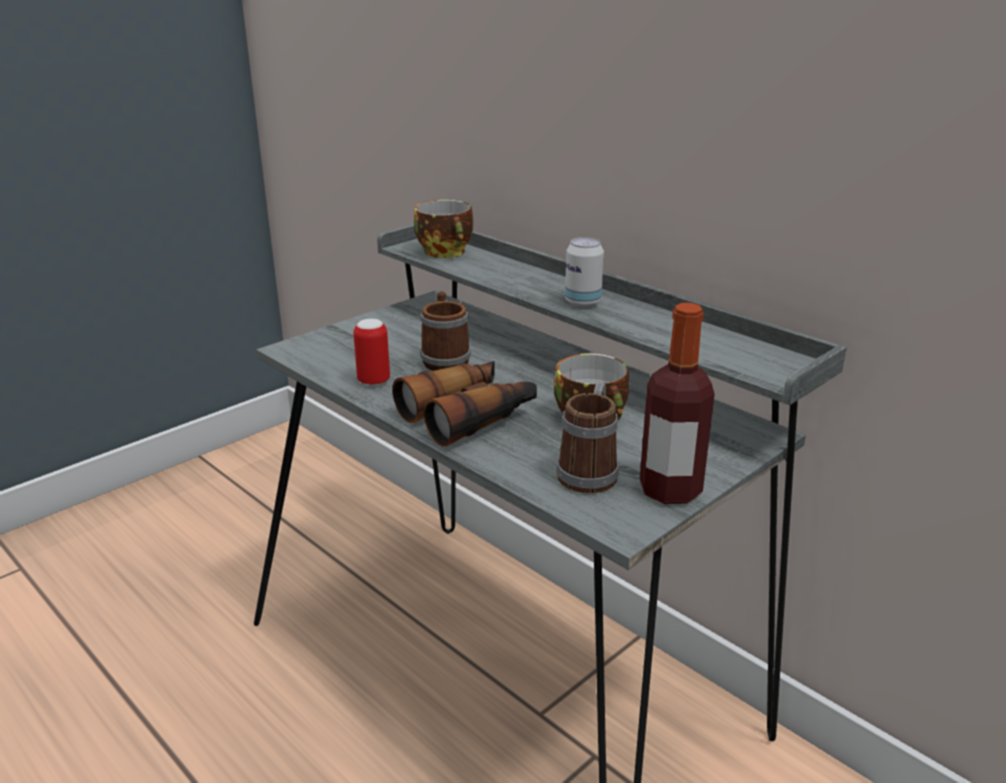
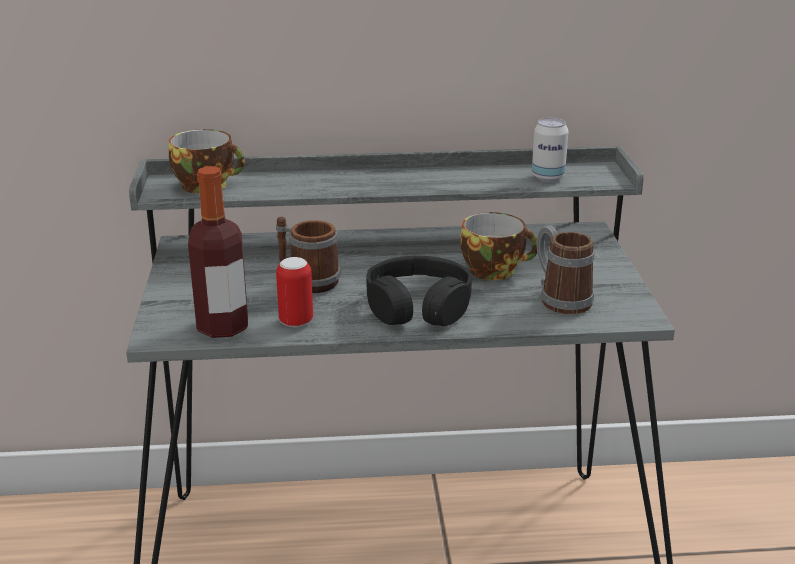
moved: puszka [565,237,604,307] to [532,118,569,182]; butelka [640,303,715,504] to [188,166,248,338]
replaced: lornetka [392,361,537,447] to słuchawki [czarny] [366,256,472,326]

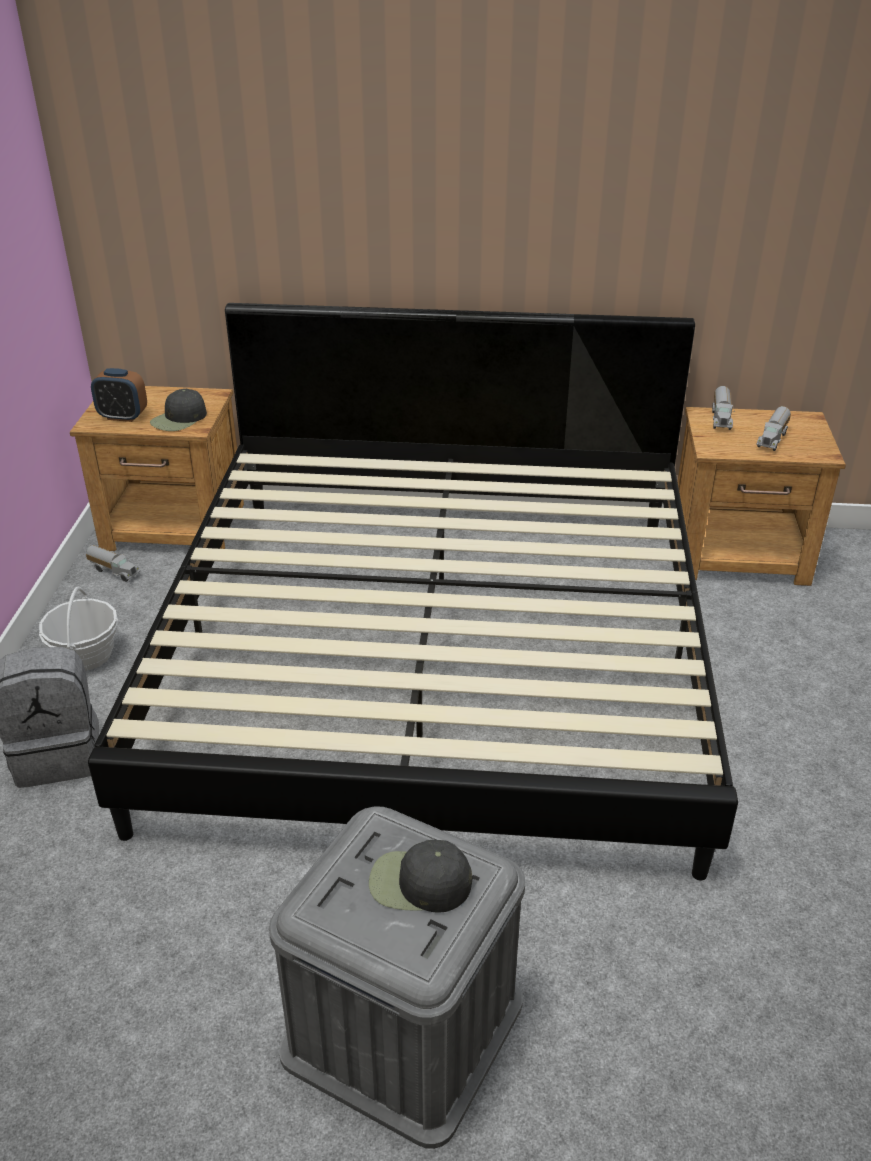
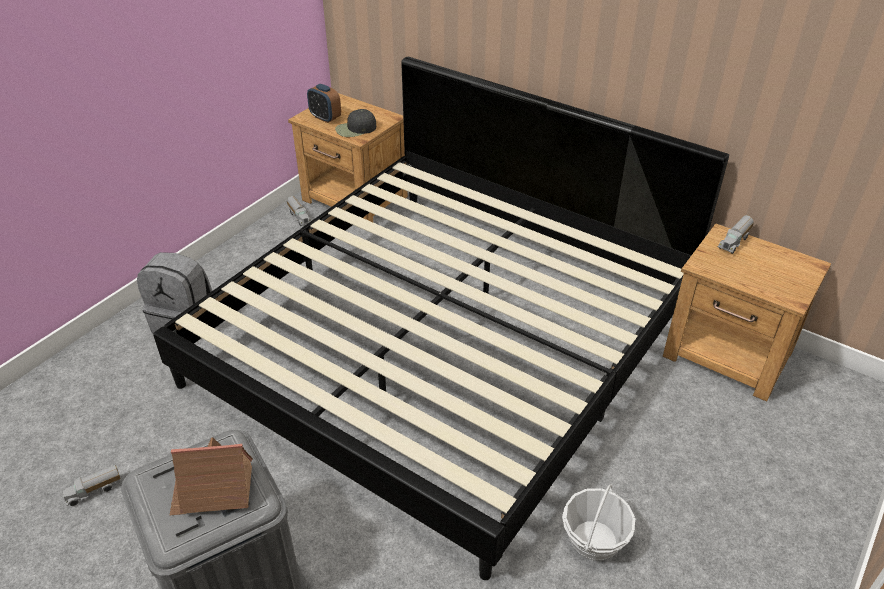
moved: koszyk [39,586,118,671] to [562,484,635,561]; ciężarówka zabawkowa [756,406,791,451] to [62,465,121,506]
replaced: czapka z daszkiem [czarny] [369,840,472,913] to domek [170,437,253,515]

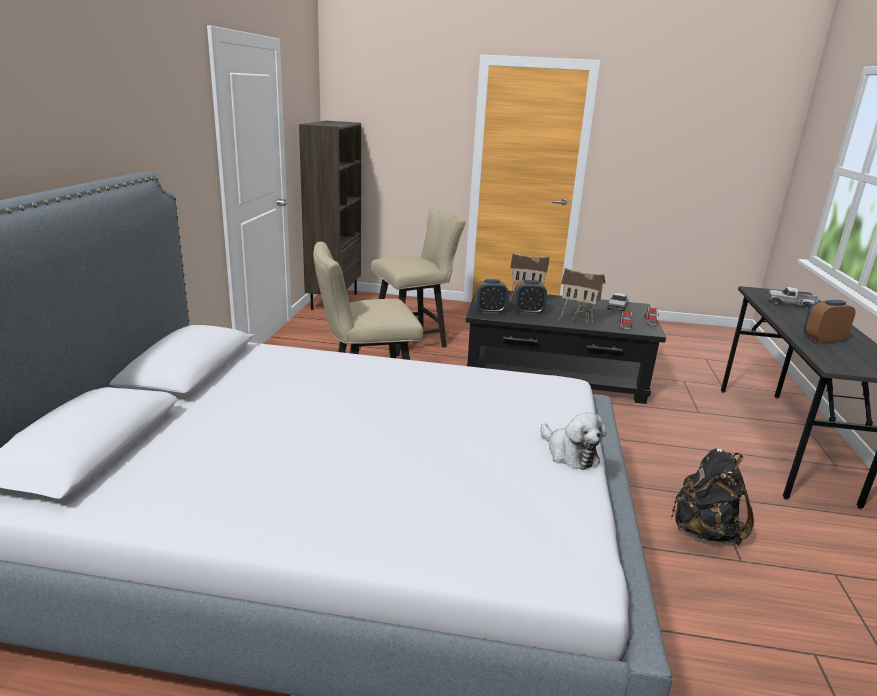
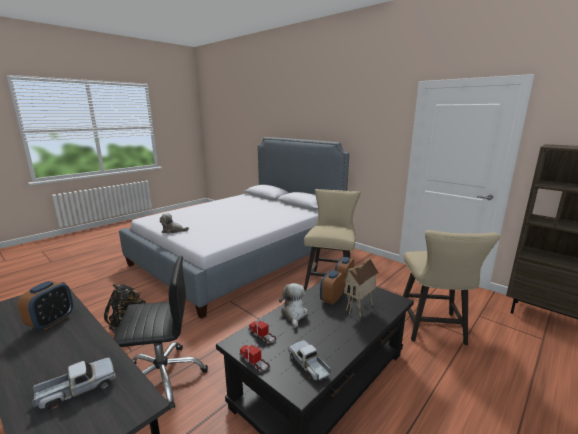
added: krzesło biurowe [czarny] [113,256,208,410]
replaced: domek [559,268,606,326] to pluszak [279,283,308,328]

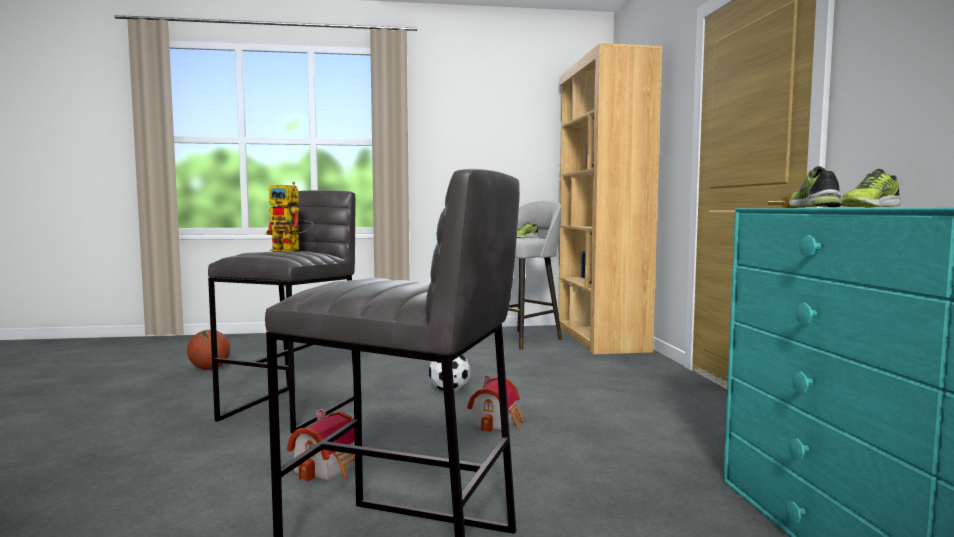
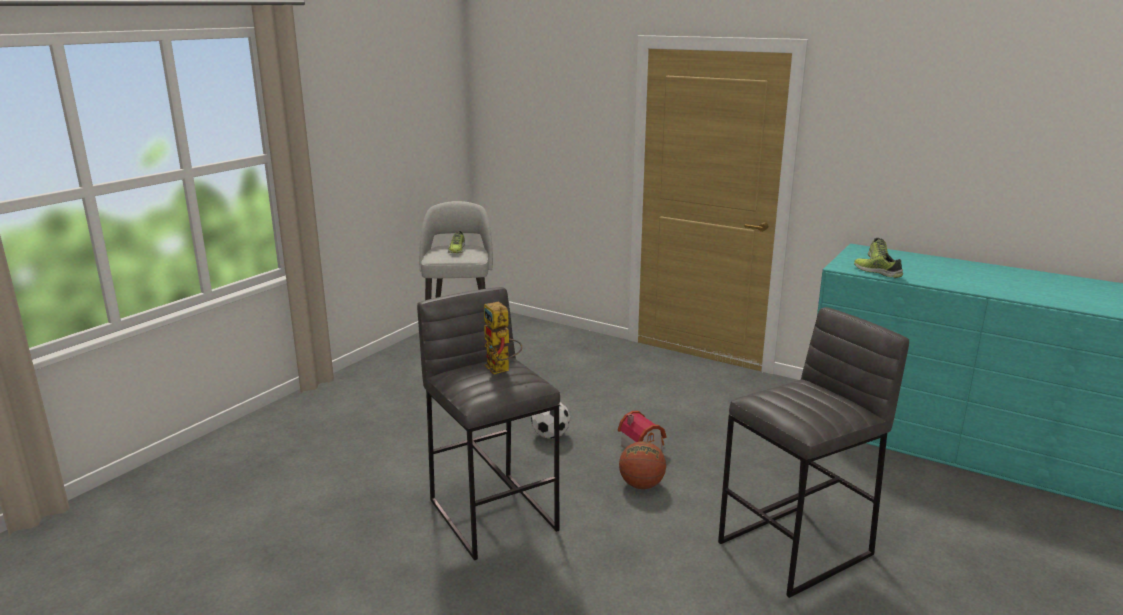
removed: domek [287,409,355,482]; regał [brązowy] [558,43,662,354]
moved: piłka do koszykówki [187,330,230,369] to [619,441,666,489]
turned: robot zabawkowy [266,181,314,252] = [484,302,522,374] 90 degrees clockwise

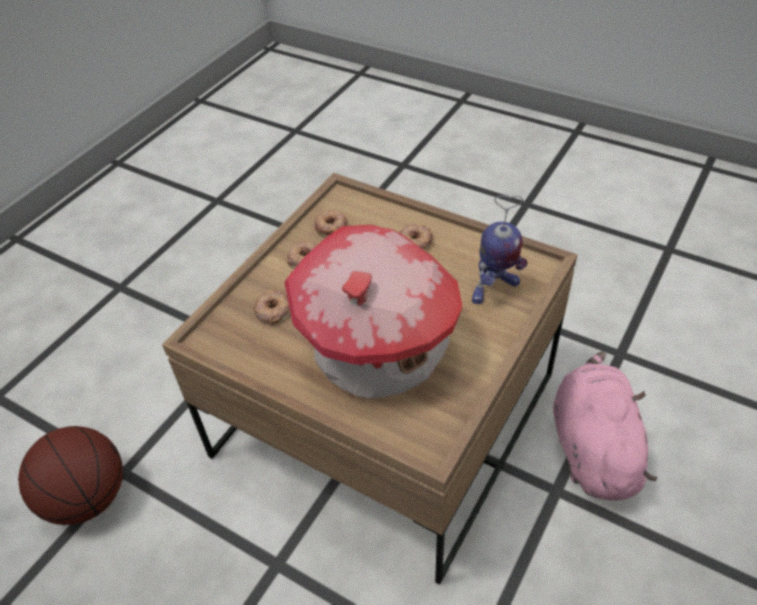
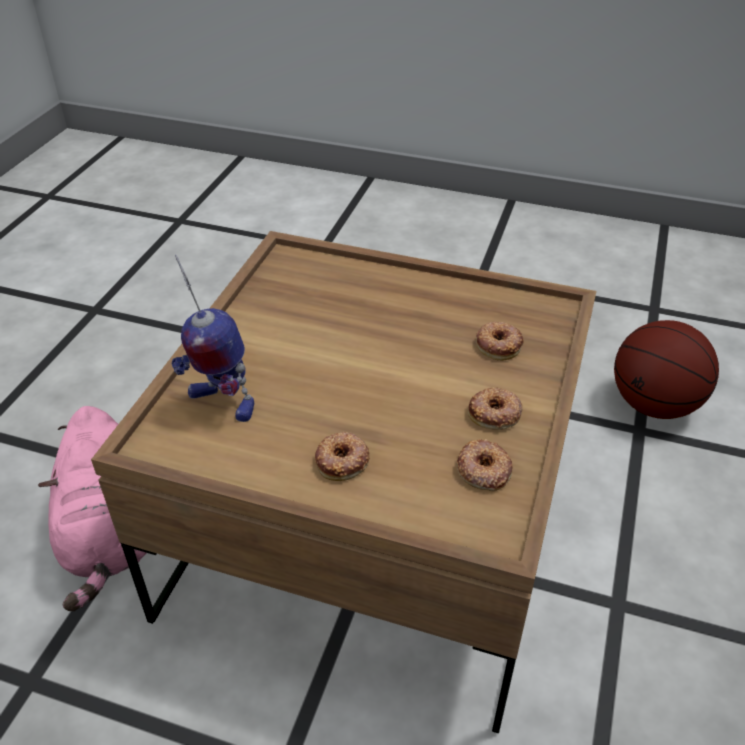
removed: domek [284,225,463,398]
turned: robot zabawkowy [472,195,527,304] = [172,255,254,422] 105 degrees counterclockwise

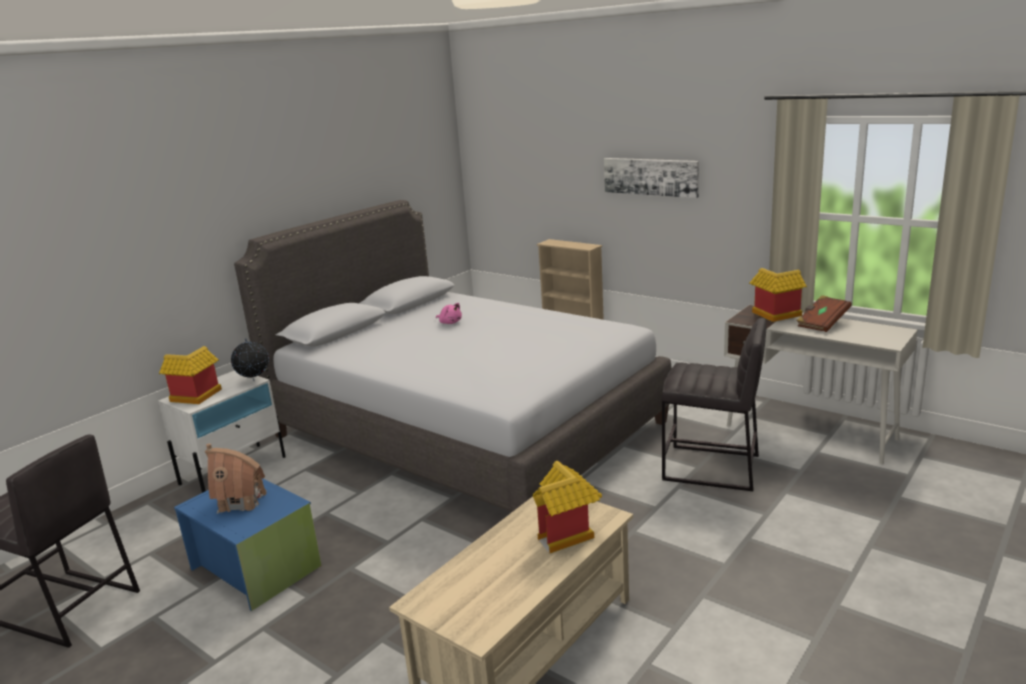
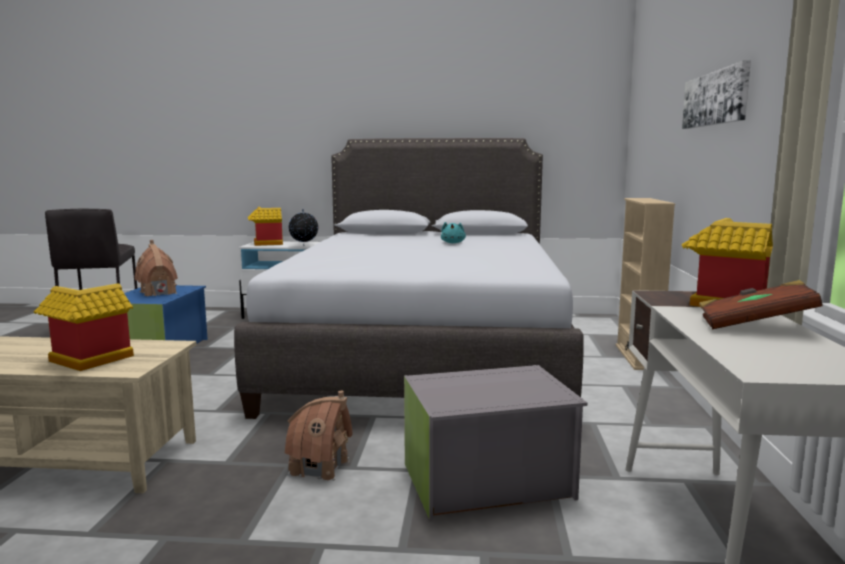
added: domek [285,391,353,483]
replaced: stołek [szary] [662,318,766,491] to pojemnik do przechowywania [szary] [404,365,587,520]
recoloured: pluszak [różowy] [436,303,462,324] to pluszak [turkusowy] [441,222,466,243]

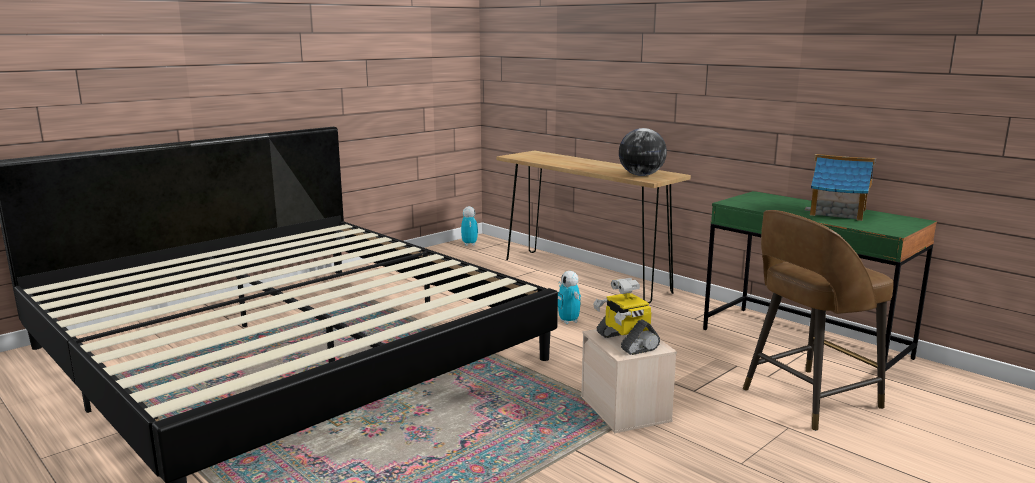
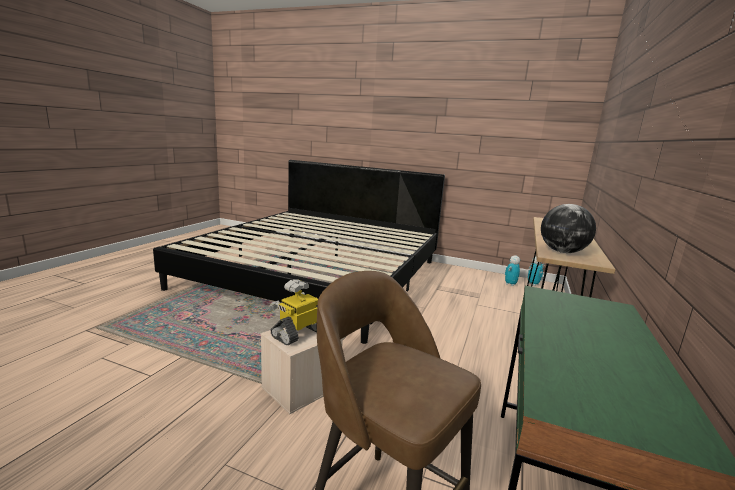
removed: domek [804,154,876,221]
moved: robot zabawkowy [558,271,581,324] to [505,255,520,286]

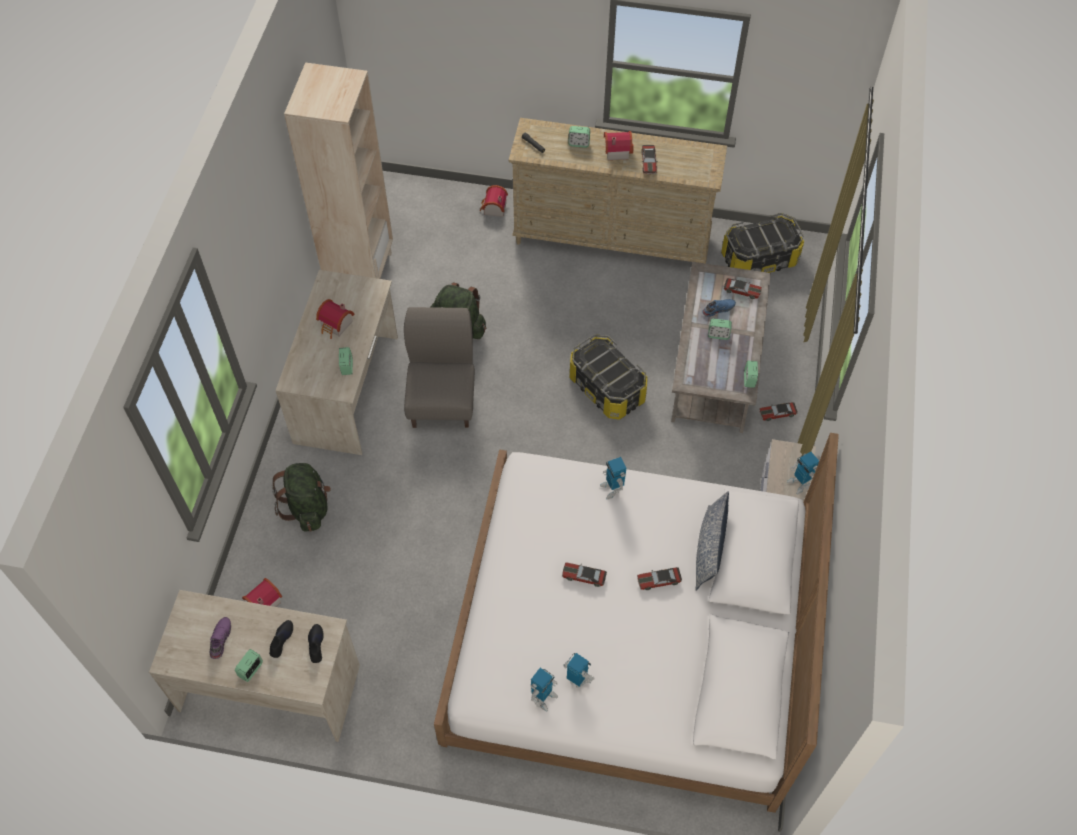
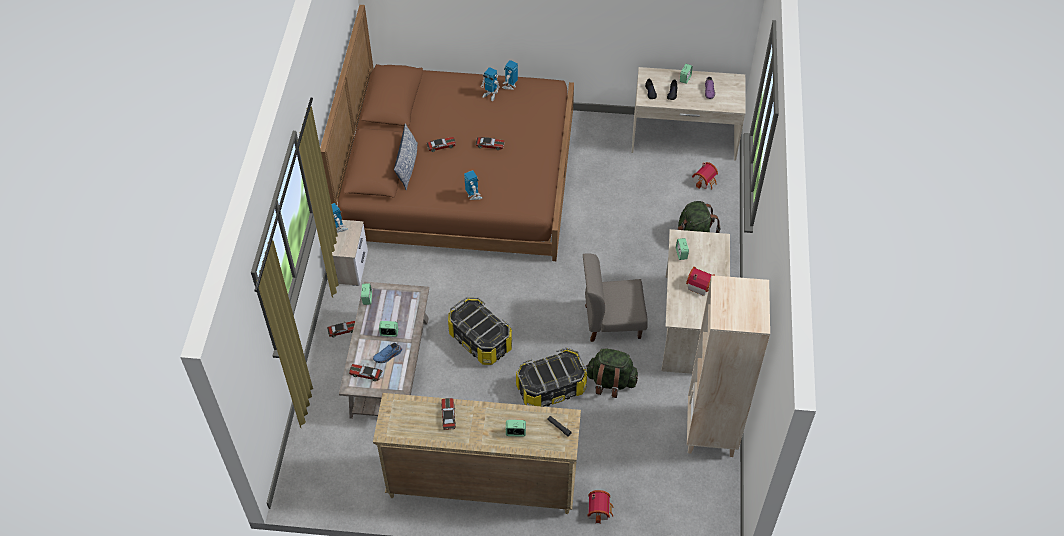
removed: domek [604,131,634,160]
moved: pojemnik do przechowywania [721,213,804,273] to [516,348,587,407]
recoloured: łóżko [biały] [434,433,839,813] to łóżko [brązowy] [320,5,574,261]
turned: krzesło [szary] [404,307,475,428] = [583,253,648,342] 90 degrees clockwise

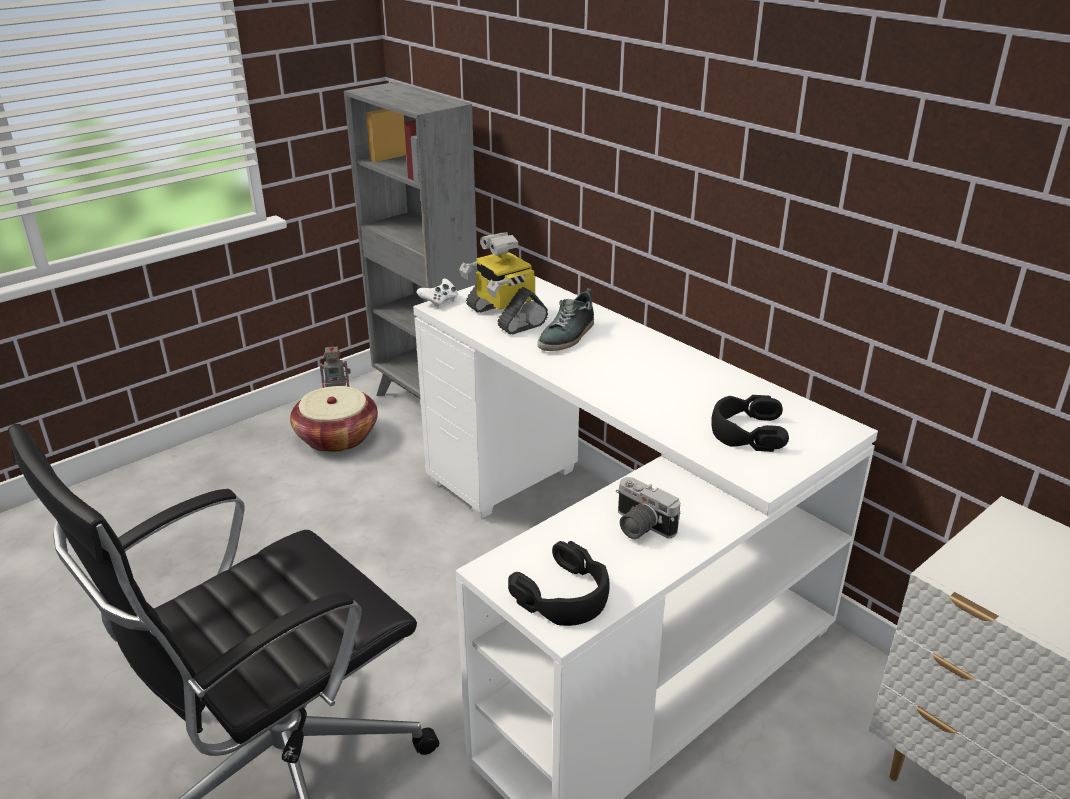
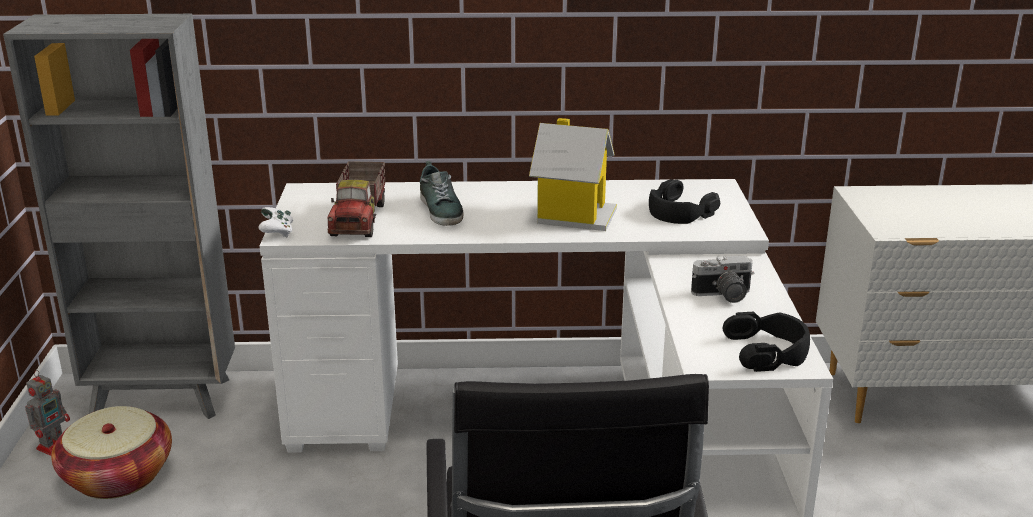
added: domek [529,118,617,231]
replaced: robot zabawkowy [459,232,548,335] to ciężarówka zabawkowa [327,161,385,237]

